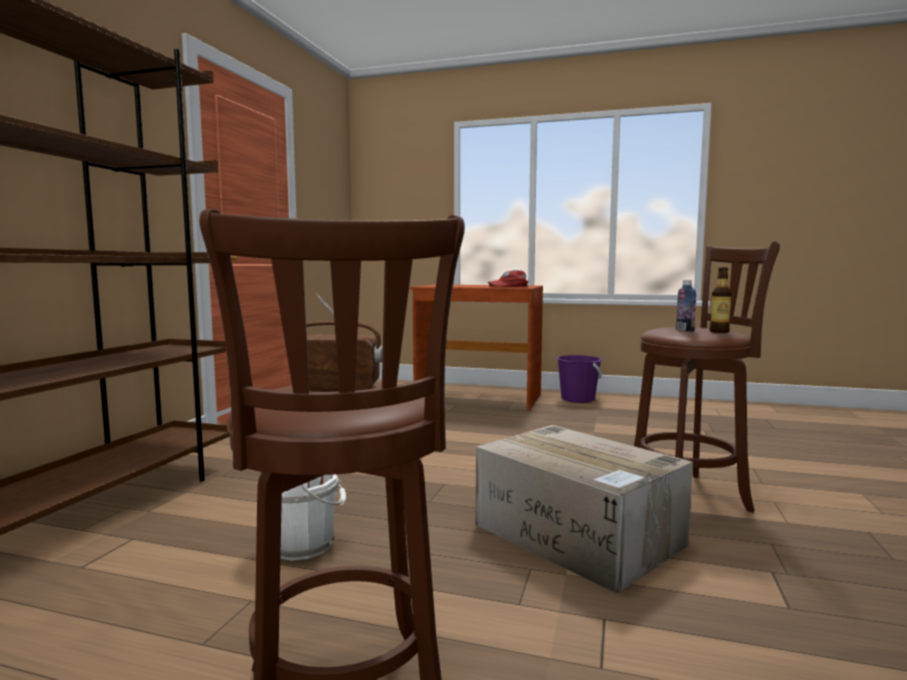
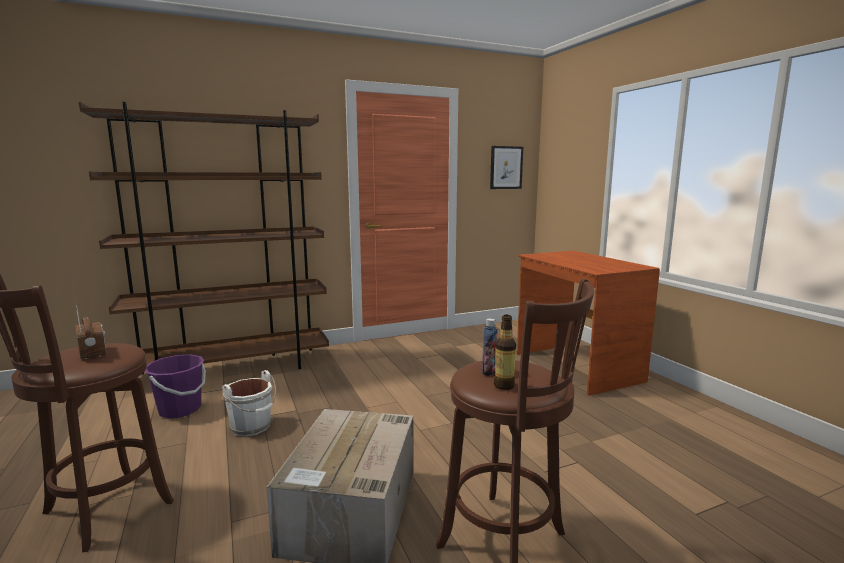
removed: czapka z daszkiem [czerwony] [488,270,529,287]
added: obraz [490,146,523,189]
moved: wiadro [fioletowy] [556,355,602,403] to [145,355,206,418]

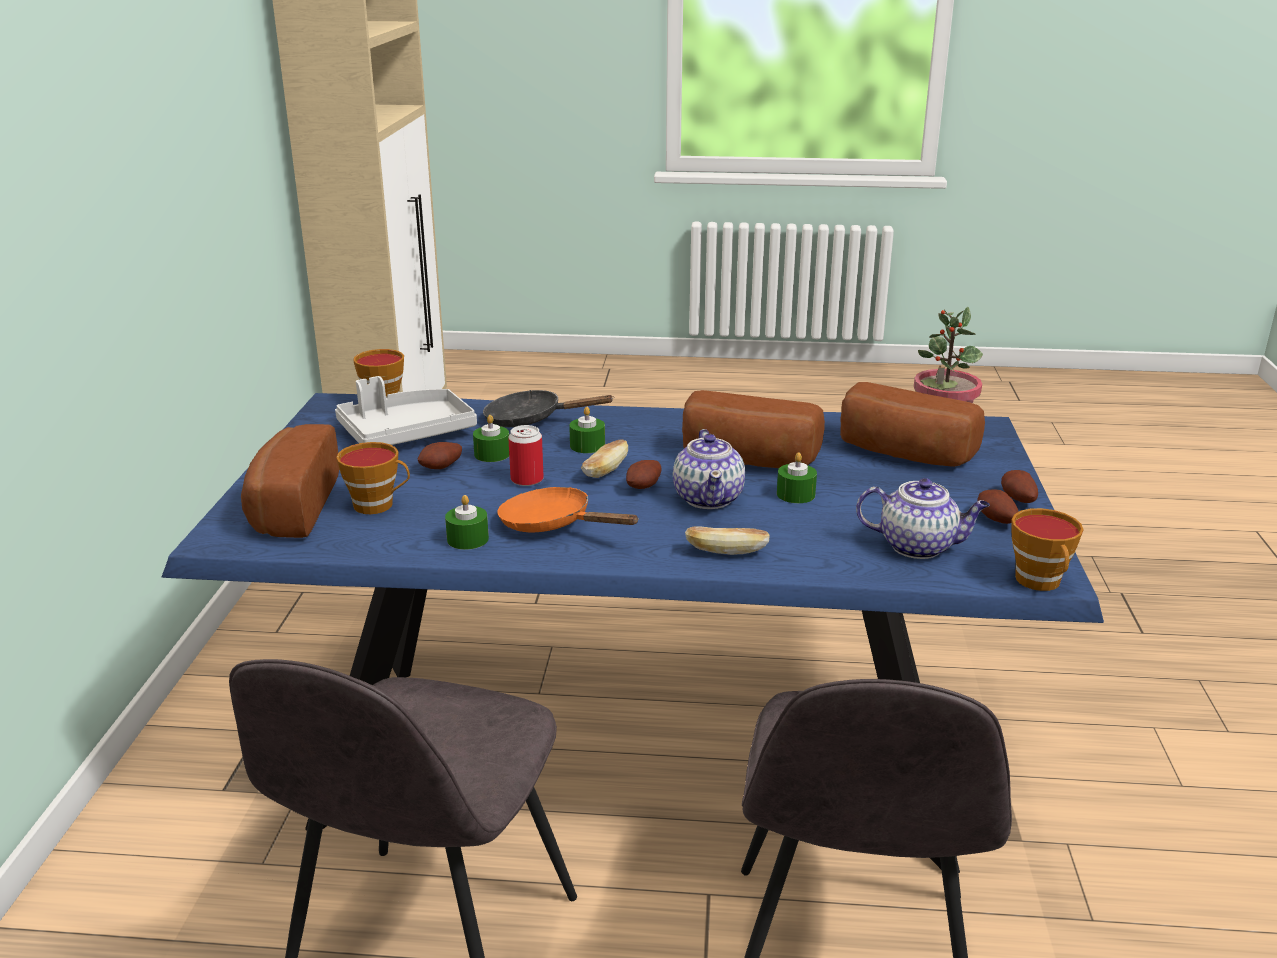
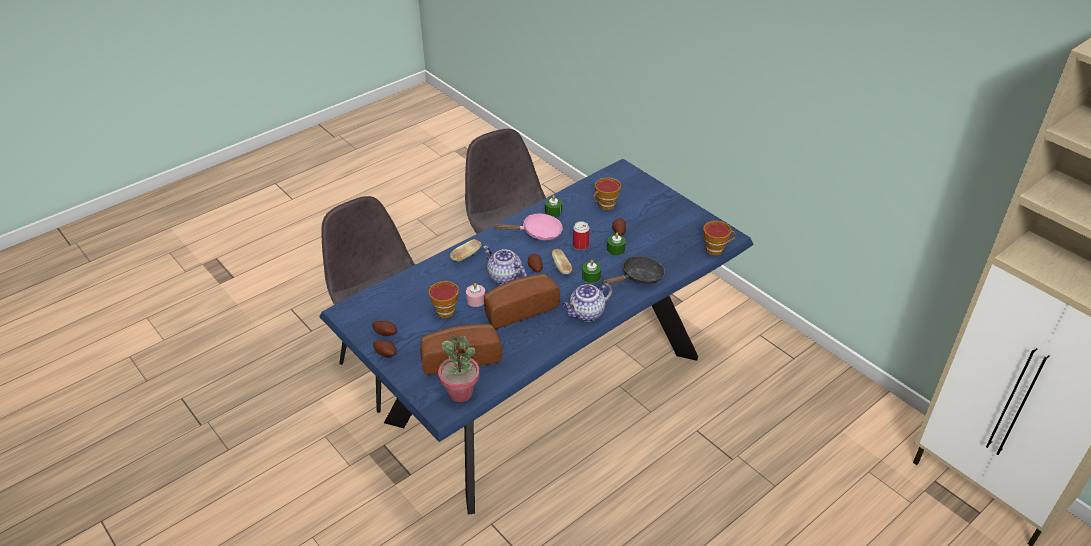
removed: chleb [241,424,339,538]; taca [szary] [335,376,477,445]
moved: imbryk [856,478,990,559] to [562,283,612,322]; filiżanka [1012,508,1084,591] to [428,281,459,318]
recoloured: patelnia [pomarańczowy] [497,487,639,532] to patelnia [różowy] [494,213,563,240]; świeca [zielony] [777,452,817,503] to świeca [różowy] [466,283,485,307]

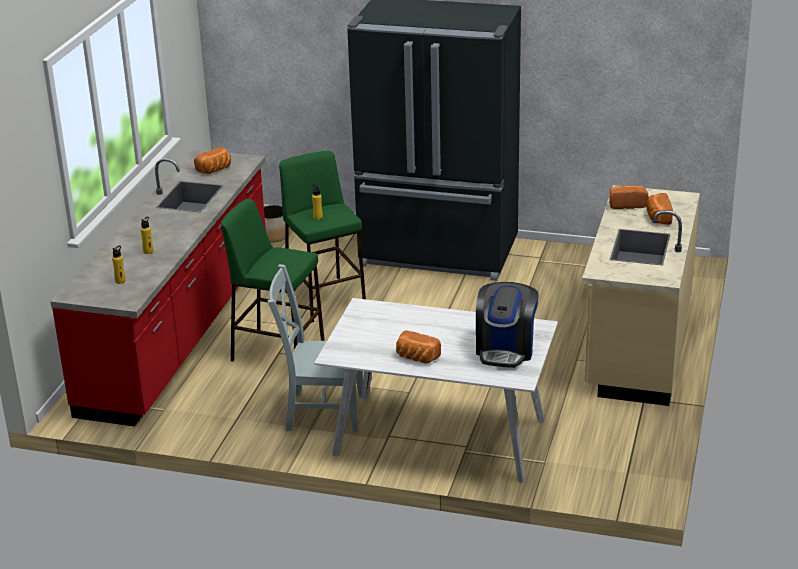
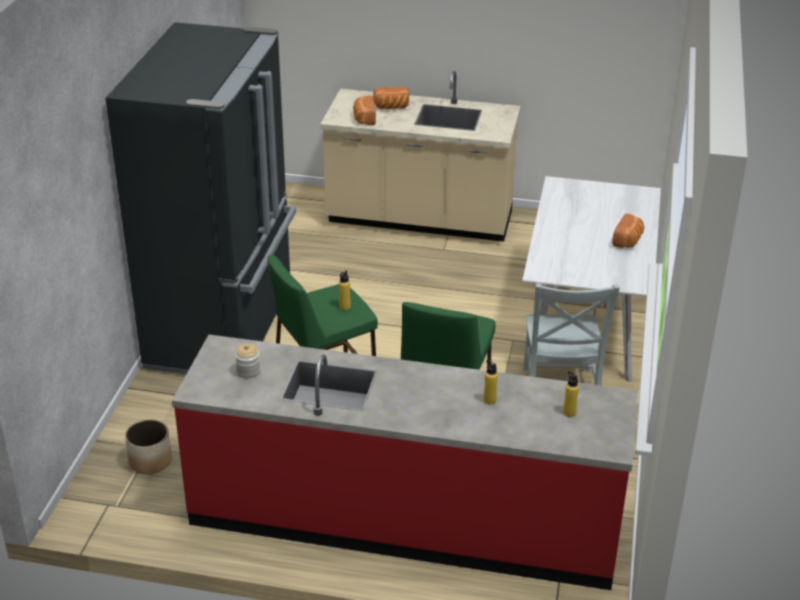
removed: ekspres do kawy [476,282,539,368]
replaced: chleb [194,147,231,174] to słoik [235,344,261,378]

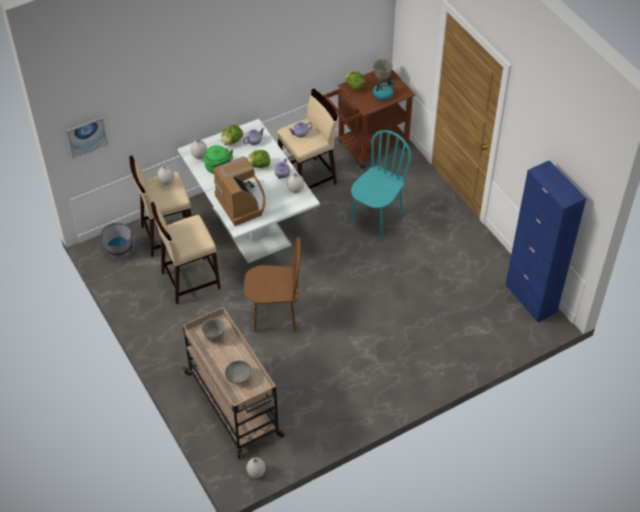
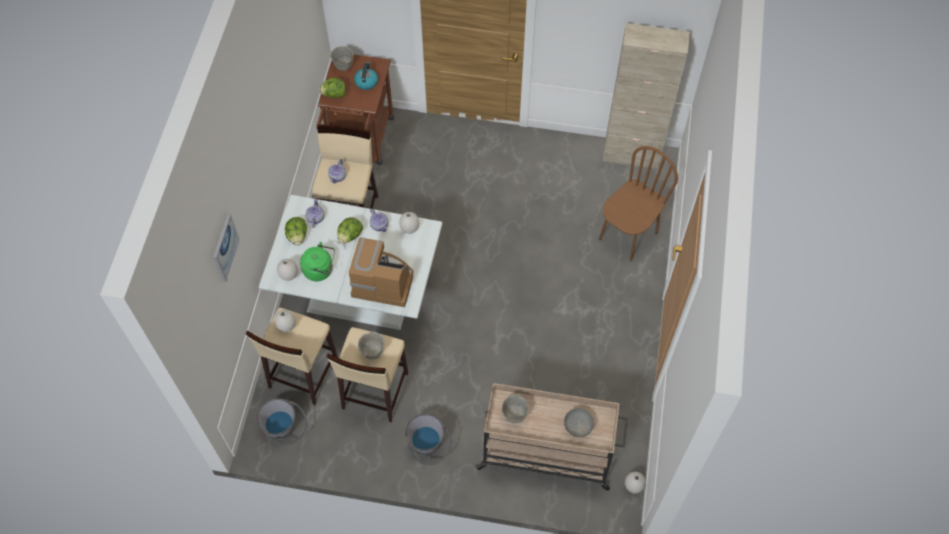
removed: krzesło [turkusowy] [351,130,412,239]
added: miska [szary] [358,332,385,359]; wiadro [szary] [405,414,452,465]
moved: obraz [66,117,108,159] to [213,214,240,282]; krzesło [brązowy] [244,237,301,333] to [599,146,678,261]
recoloured: szafka [niebieski] [505,160,586,323] to szafka [beżowy] [602,23,690,169]

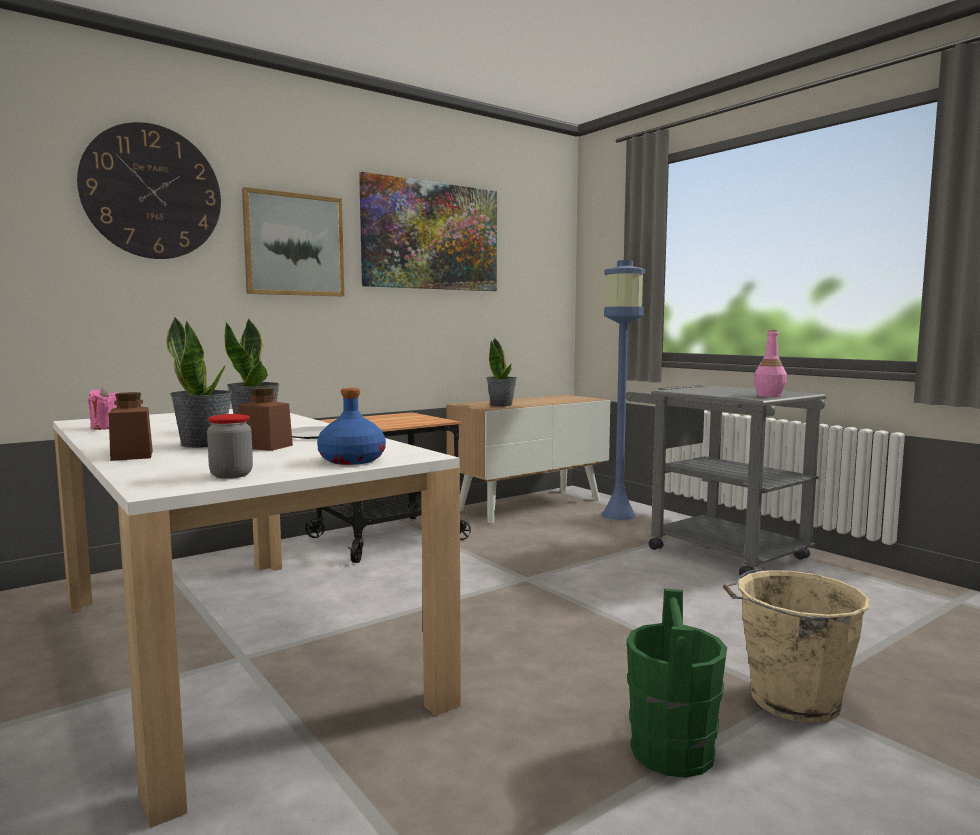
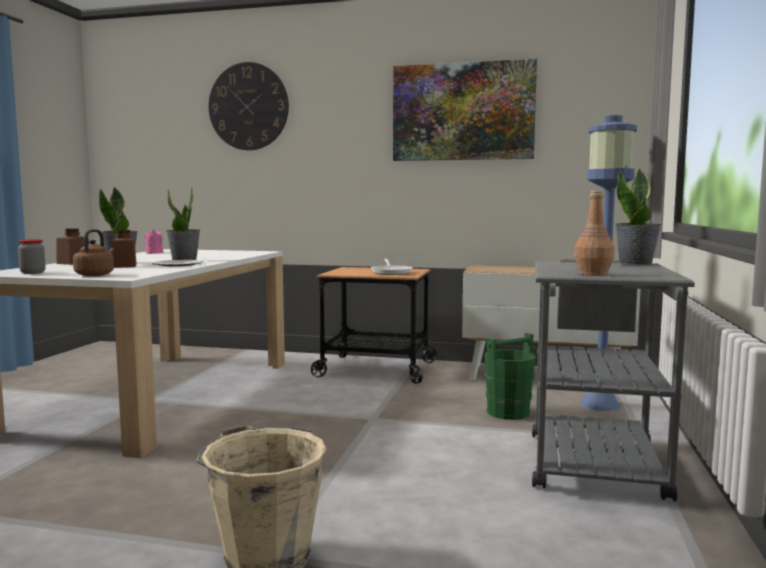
removed: obraz [242,187,344,296]
added: patelnia [371,259,413,275]
moved: roślina doniczkowa [486,338,517,406] to [615,168,661,265]; wiadro [zielony] [627,589,727,778] to [484,333,536,420]
replaced: butelka [niebieski] [317,388,386,465] to czajnik [brązowy] [73,229,114,276]
recoloured: butelka [różowy] [754,329,787,397] to butelka [brązowy] [574,191,614,276]

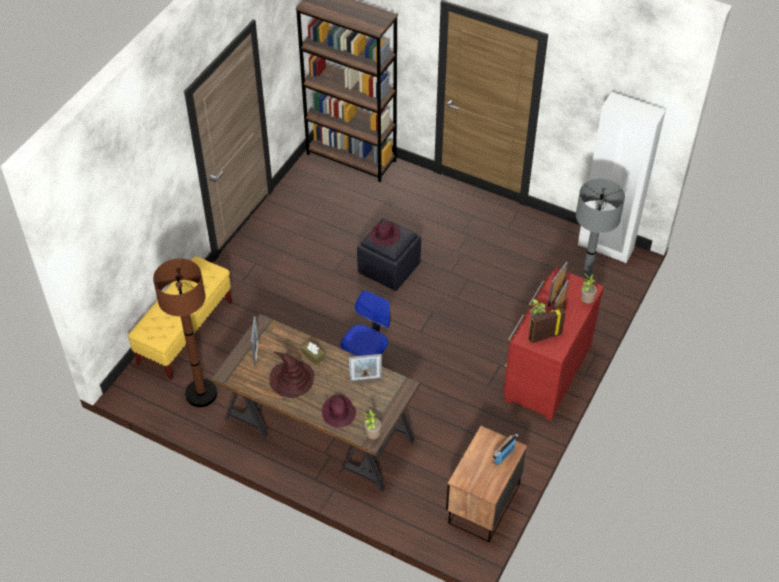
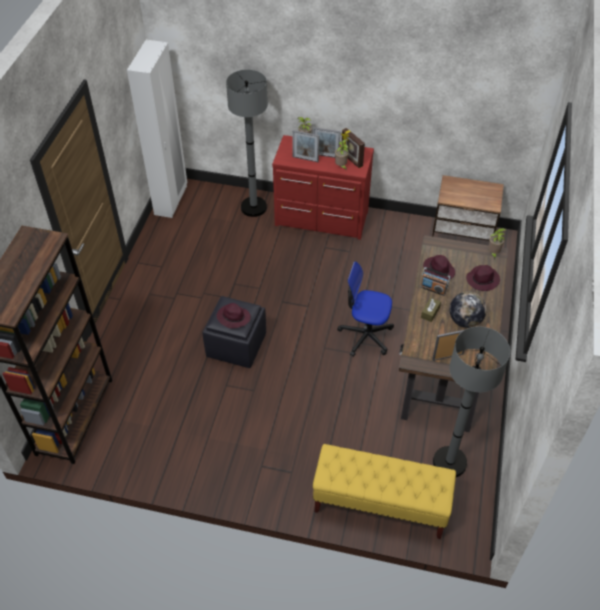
moved: radio [492,434,518,465] to [420,267,451,296]
replaced: kapelusz [brązowy] [269,352,314,398] to globus [450,291,487,328]; ramka na zdjęcie [349,354,382,382] to kapelusz [fioletowy] [423,255,455,280]
recoloured: lampa stojąca [brązowy] [153,258,217,407] to lampa stojąca [szary] [433,326,510,477]

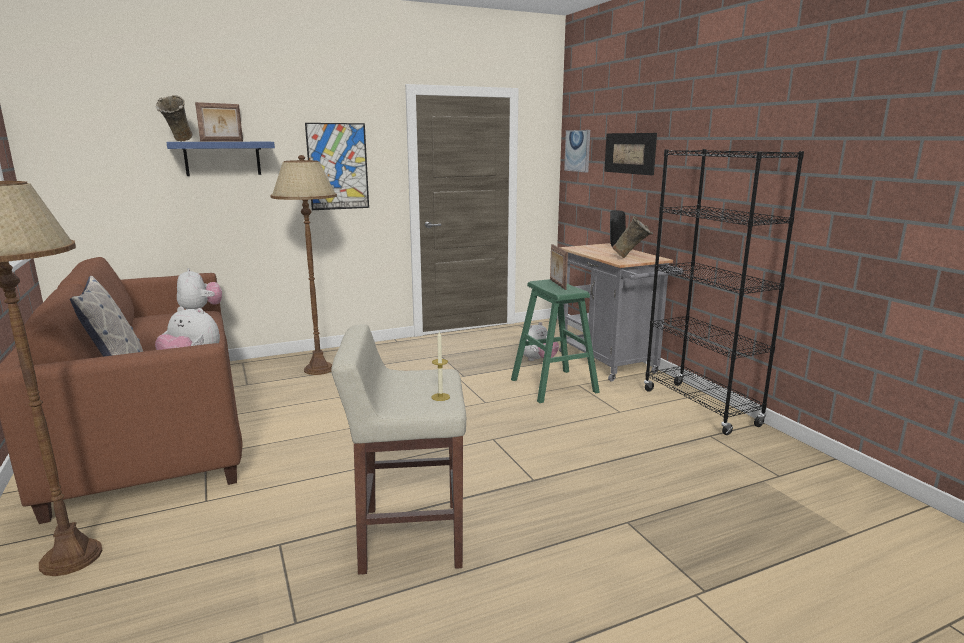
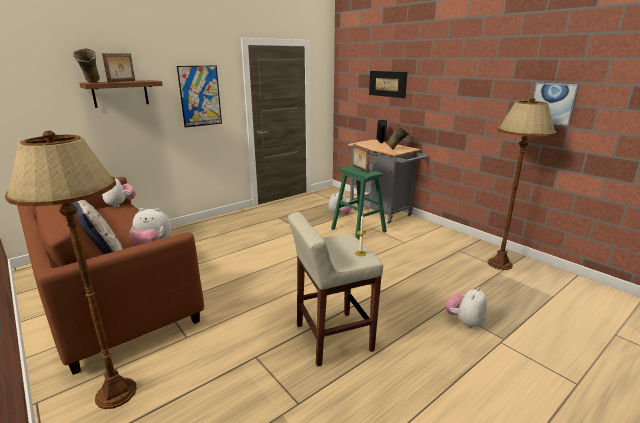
removed: regał [czarny] [644,149,804,435]
added: pluszak [445,287,487,328]
moved: lampa stojąca [brązowy] [270,155,337,375] to [488,97,556,270]; obraz [564,130,590,173] to [533,83,579,126]
recoloured: półka [niebieski] [166,142,275,176] to półka [brązowy] [80,80,163,108]

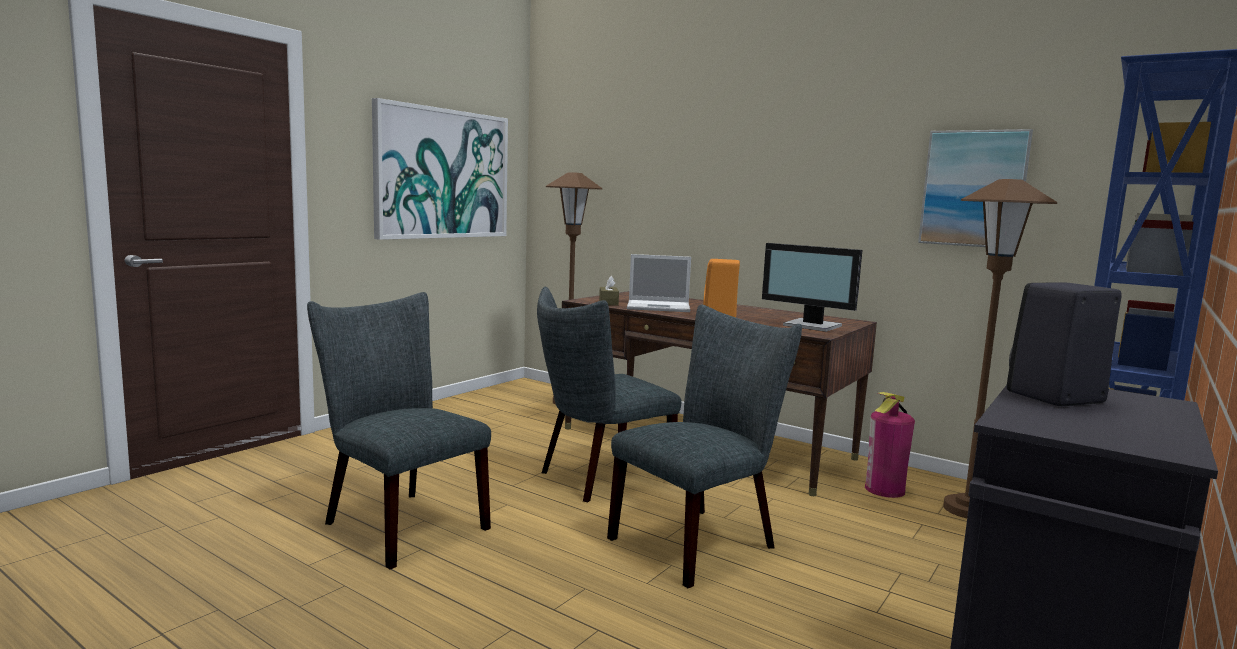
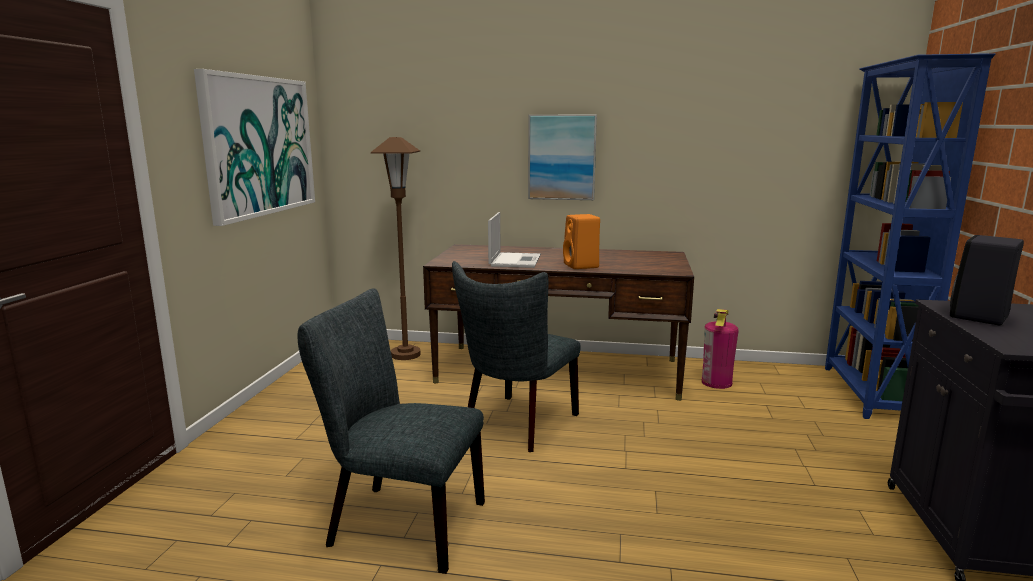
removed: pudełko chusteczek [brązowy] [599,276,619,306]; krzesło [szary] [607,305,802,588]; monitor [762,243,862,332]; lampa stojąca [brązowy] [943,179,1057,518]
moved: obraz [918,129,1033,247] to [528,115,597,200]
turned: laptop [627,254,691,312] = [488,212,541,268] 60 degrees counterclockwise

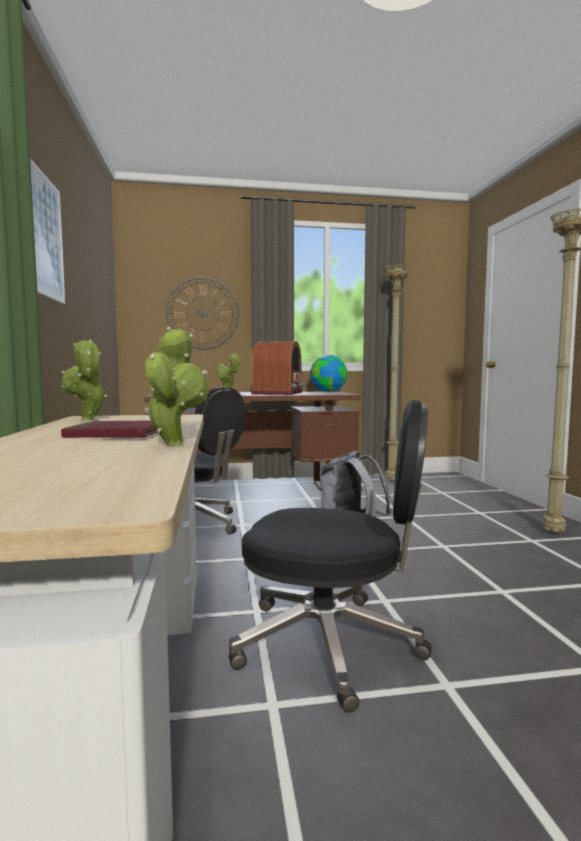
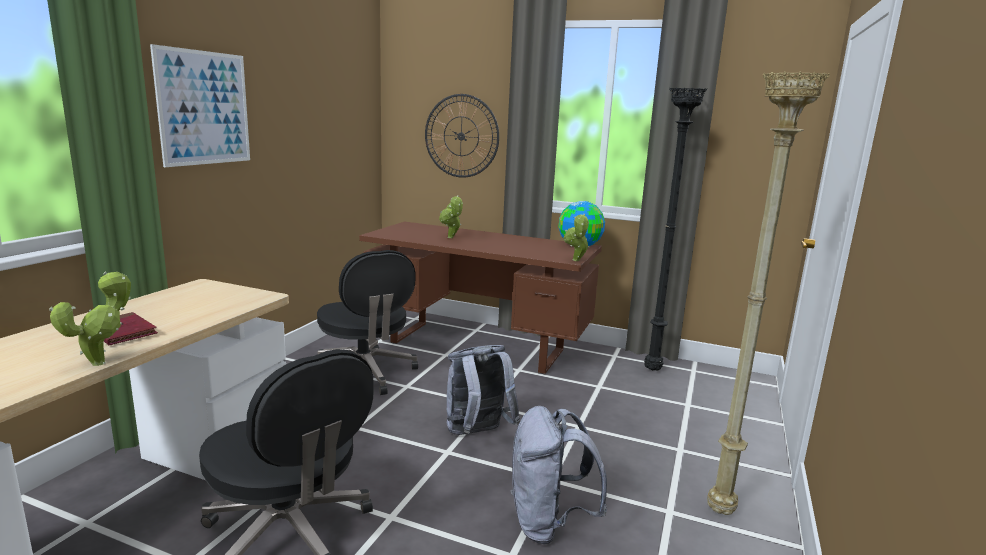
removed: radio [251,341,305,395]
added: plecak [szary] [511,406,607,545]
moved: roślina doniczkowa [61,340,107,421] to [564,214,589,261]
recoloured: lampa stojąca [beżowy] [384,264,410,482] to lampa stojąca [czarny] [644,87,707,370]

